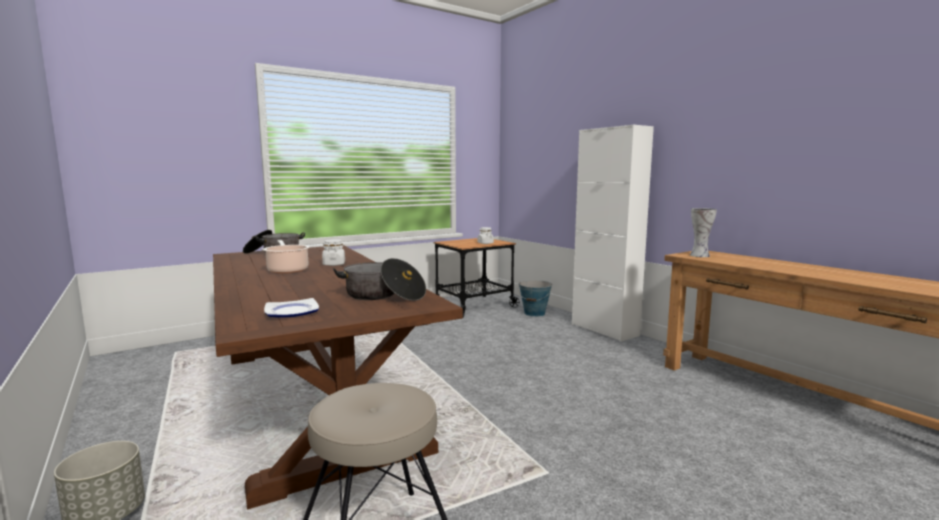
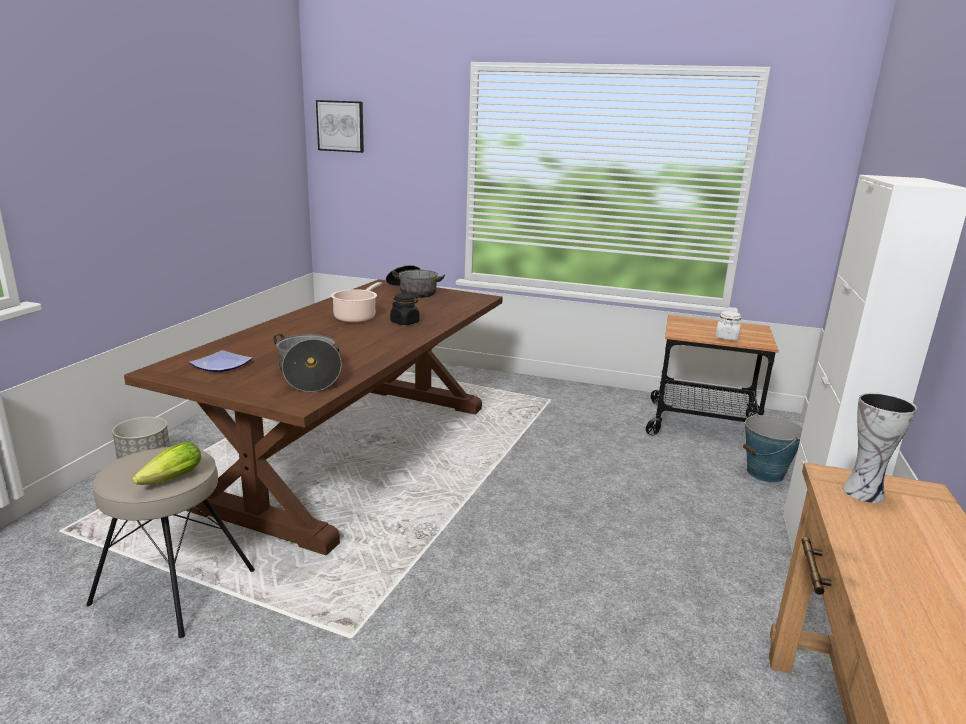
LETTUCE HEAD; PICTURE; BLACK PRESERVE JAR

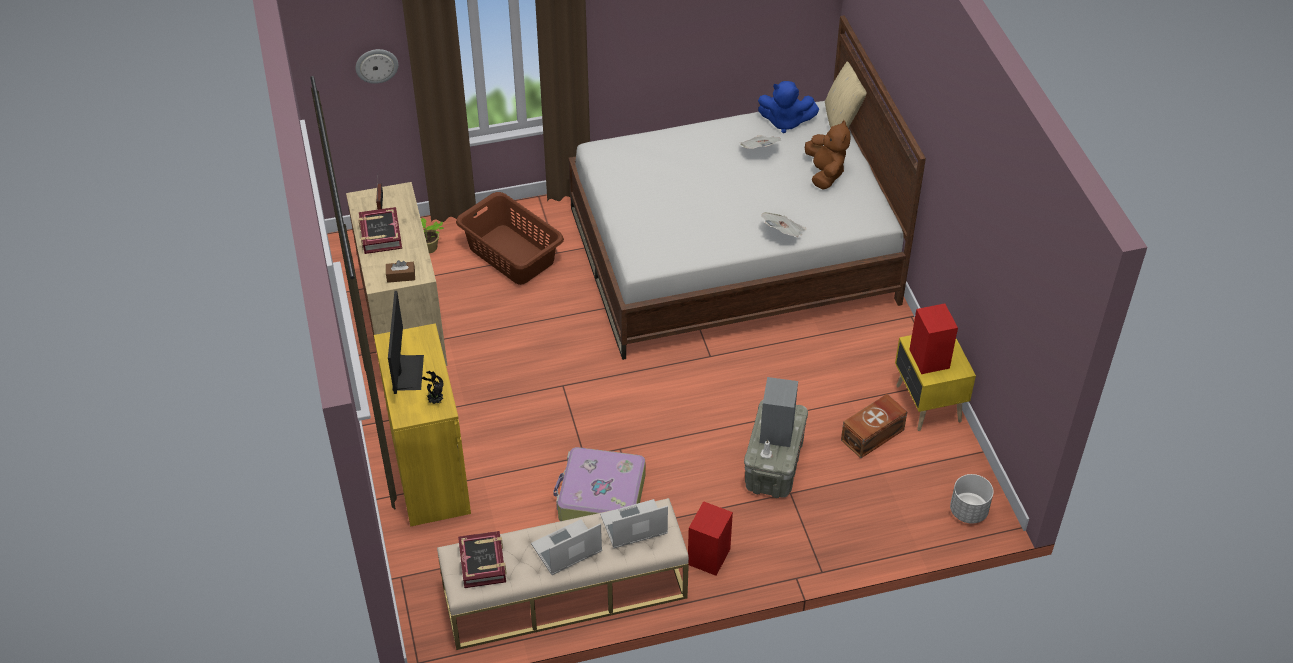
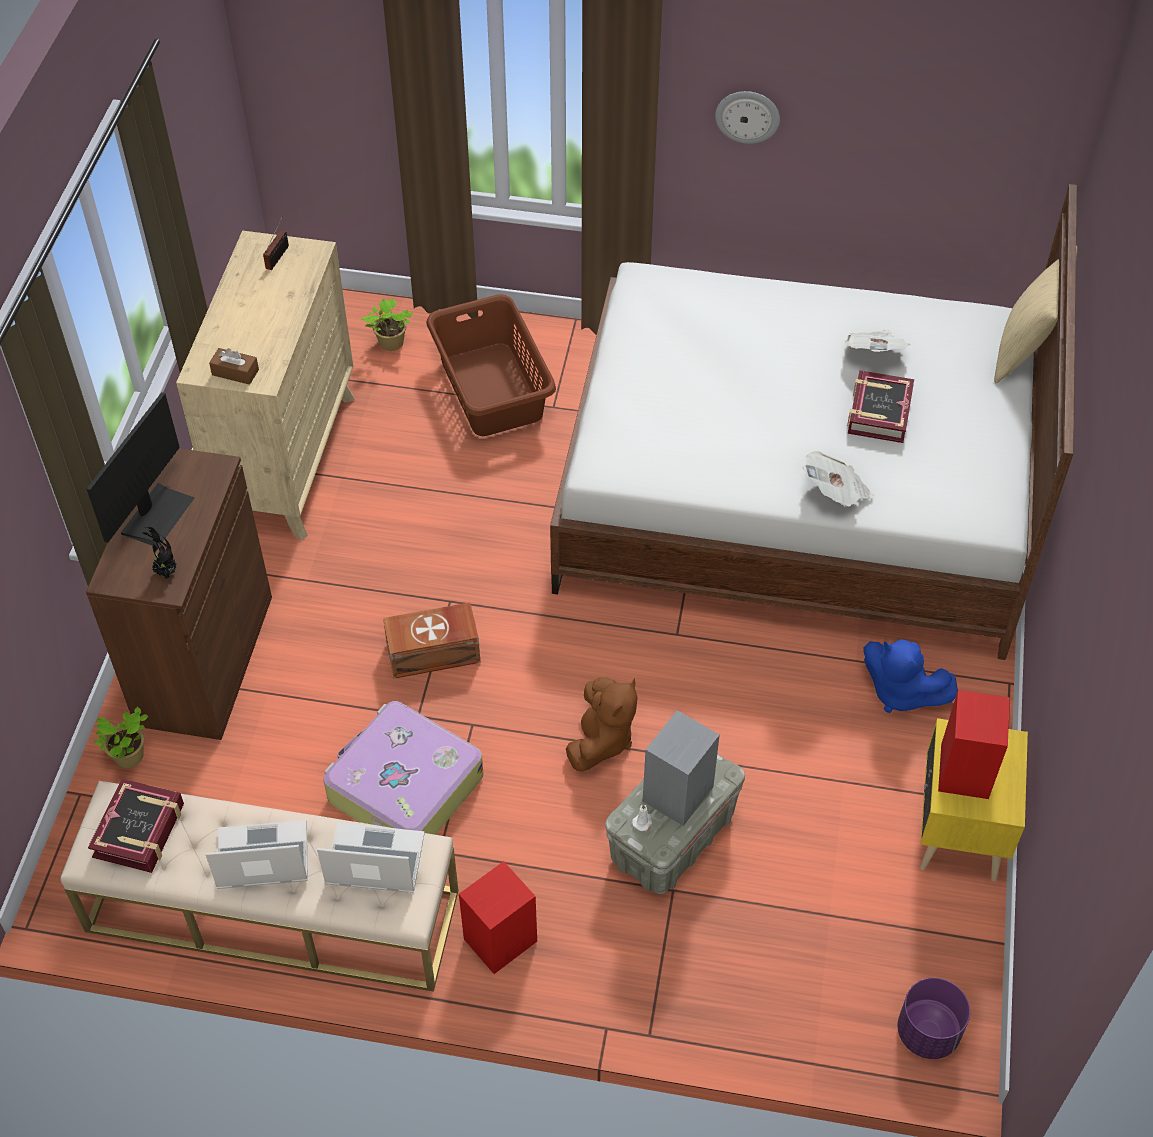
BROWNISH CUPBOARD; PLANT IN A POT (1st from left); BROWNISH STORAGE BIN; BROWNISH SOFT TOY; CLOCK ON THE WALL; VOLUME (2nd from left); BLUE SOFT TOY; PURPLISH FLOWER POT

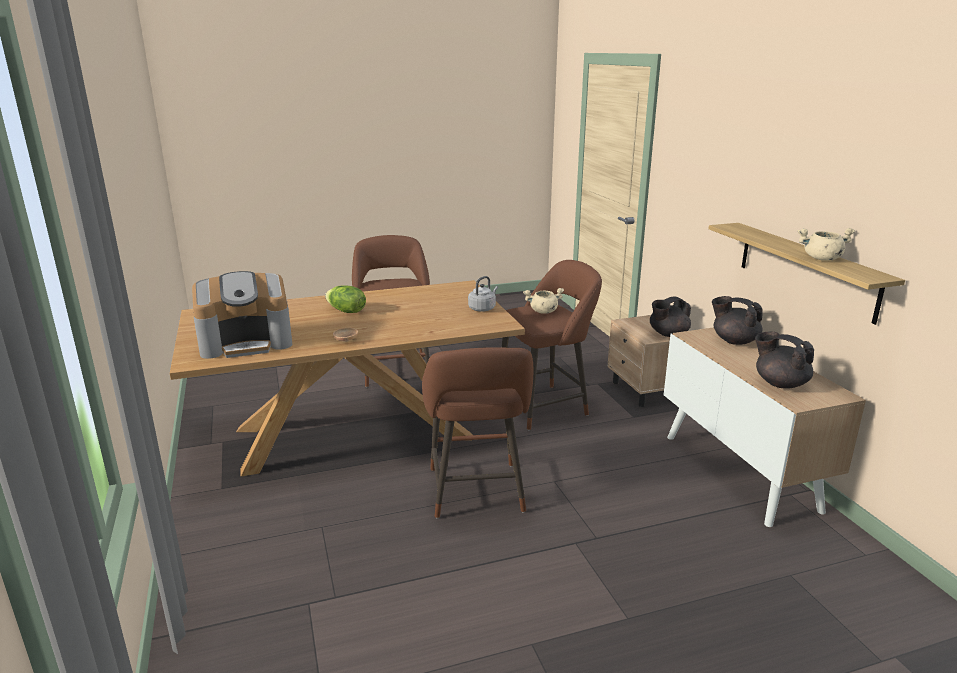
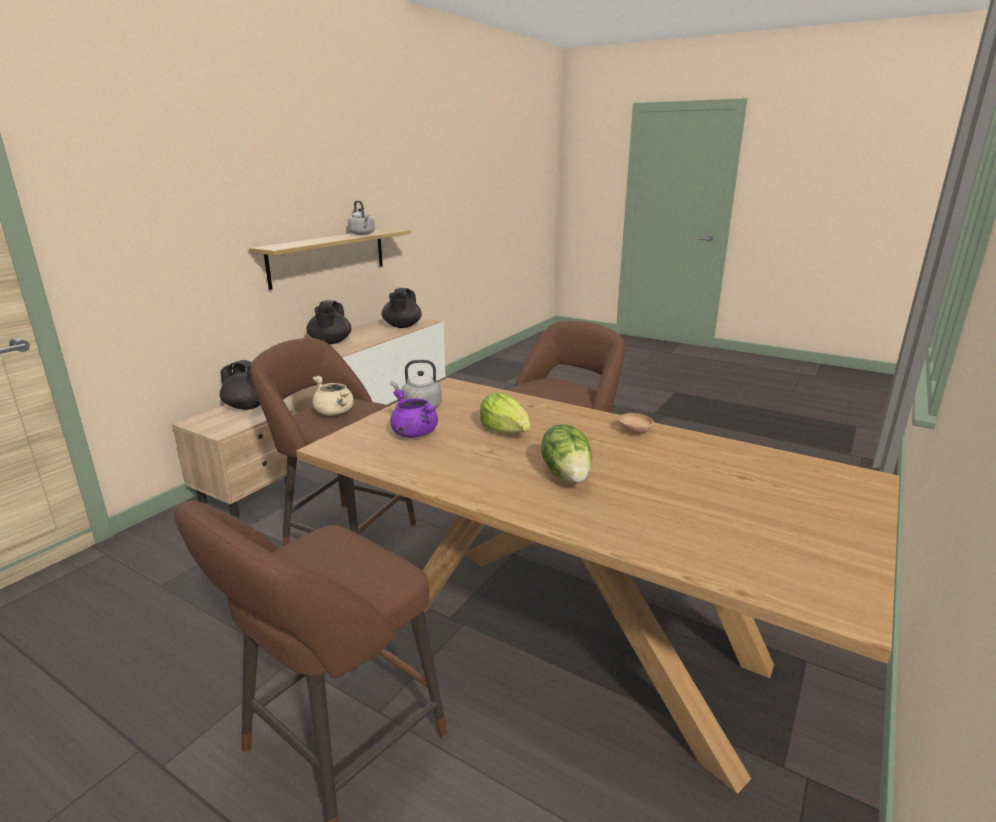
GREY TEA KETTLE (1st from left); PURPLISH STOCKPOT; LETTUCE HEAD (1st from left); COFFEE MAKER

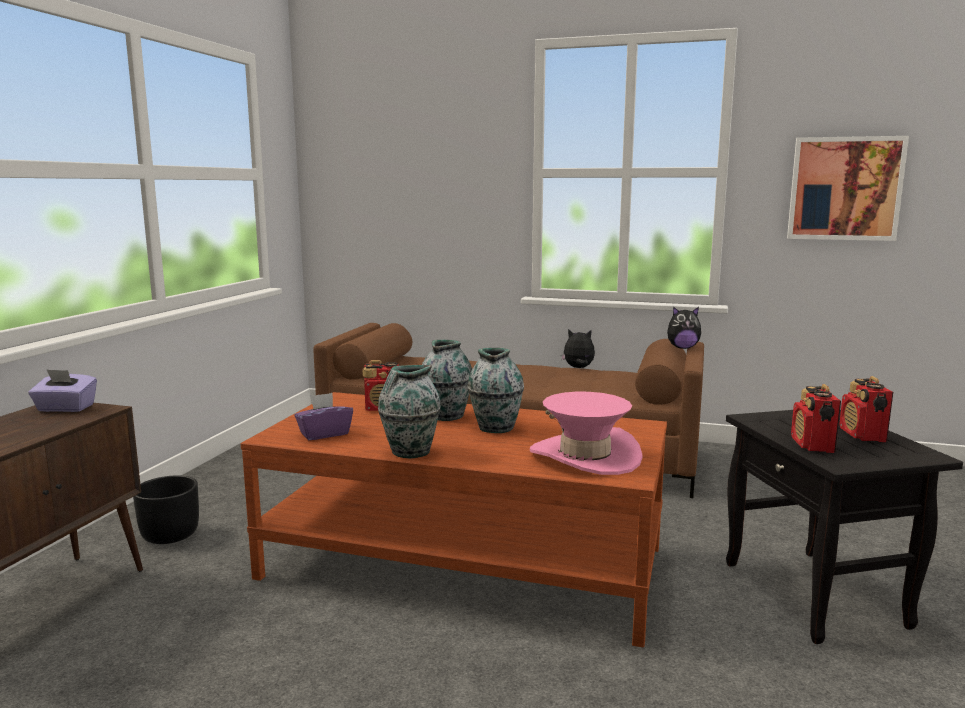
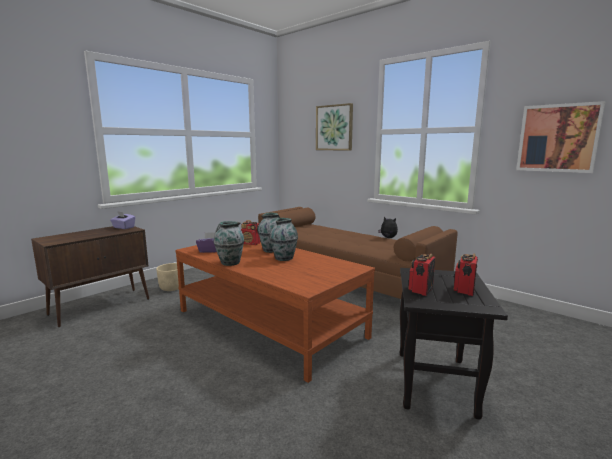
BEIGE FLOWER POT; PICTURE (1st from left); PINKISH CLOTHING HAT; SOFT TOY (2nd from left in the first image)

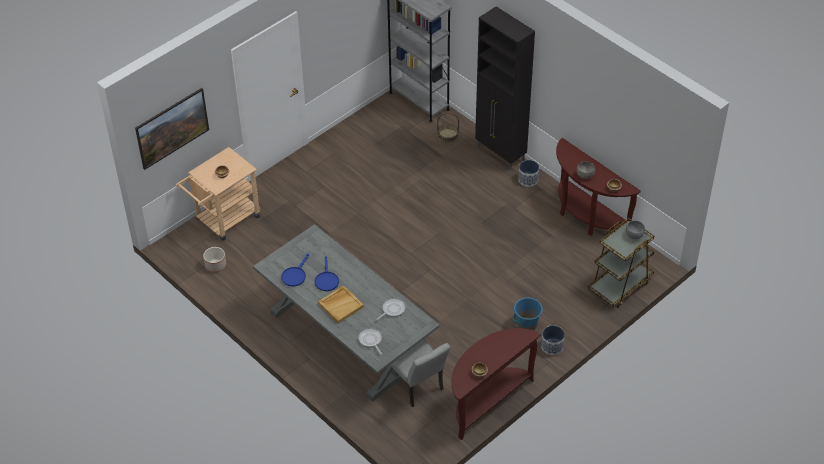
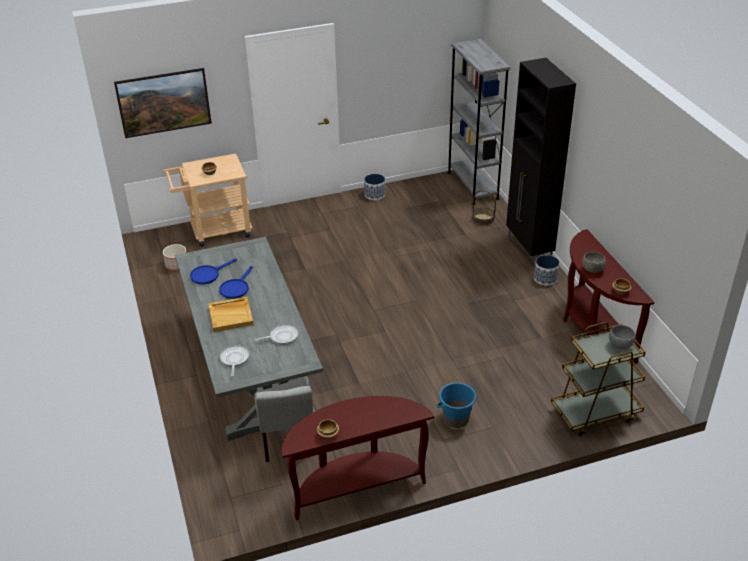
FLOWER POT (2nd from left)

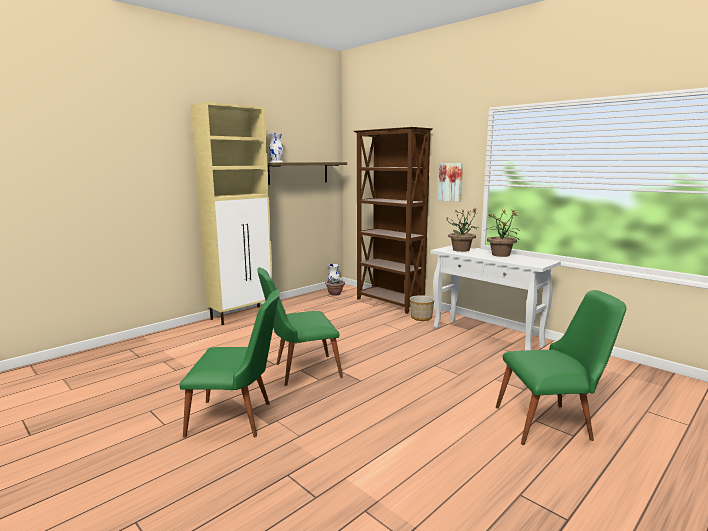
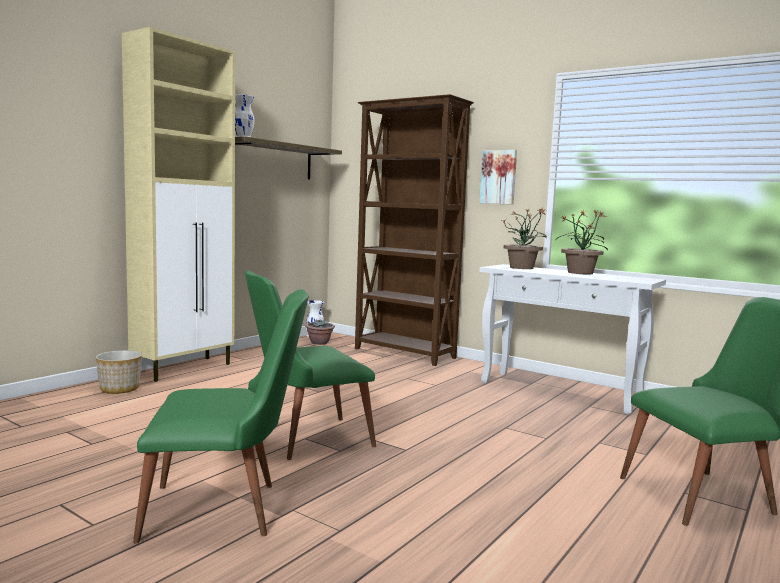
FLOWER POT

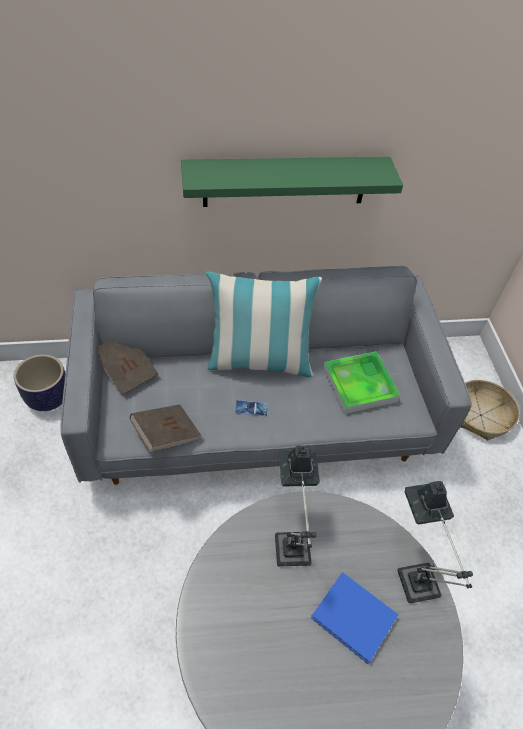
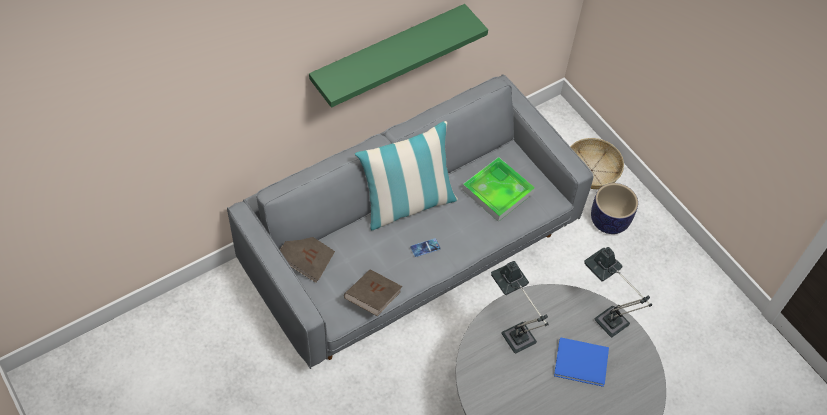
FLOWER POT

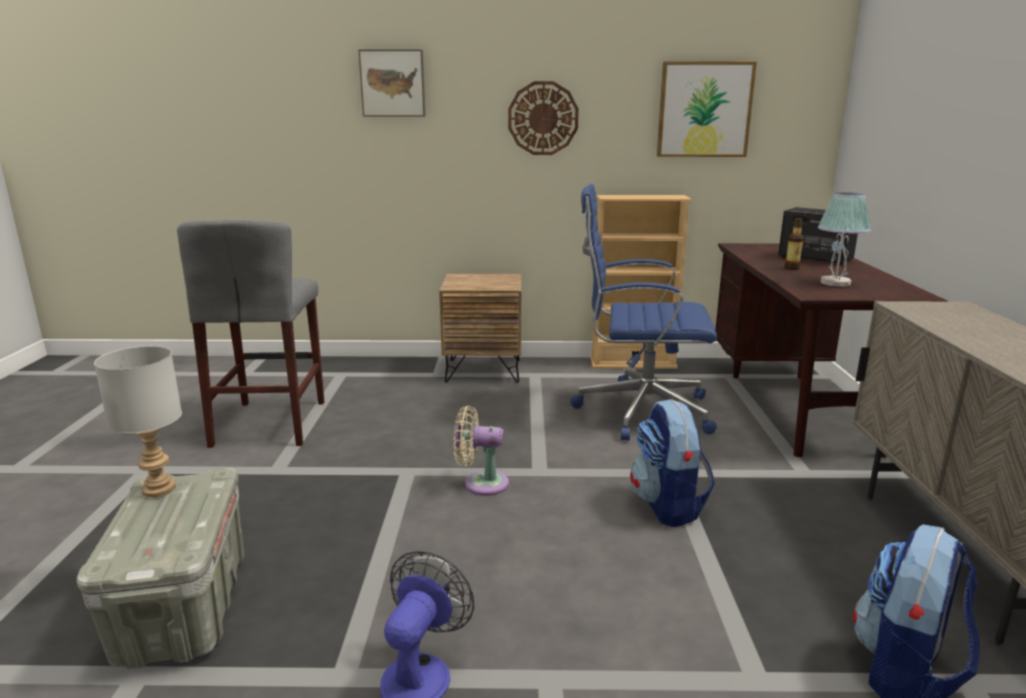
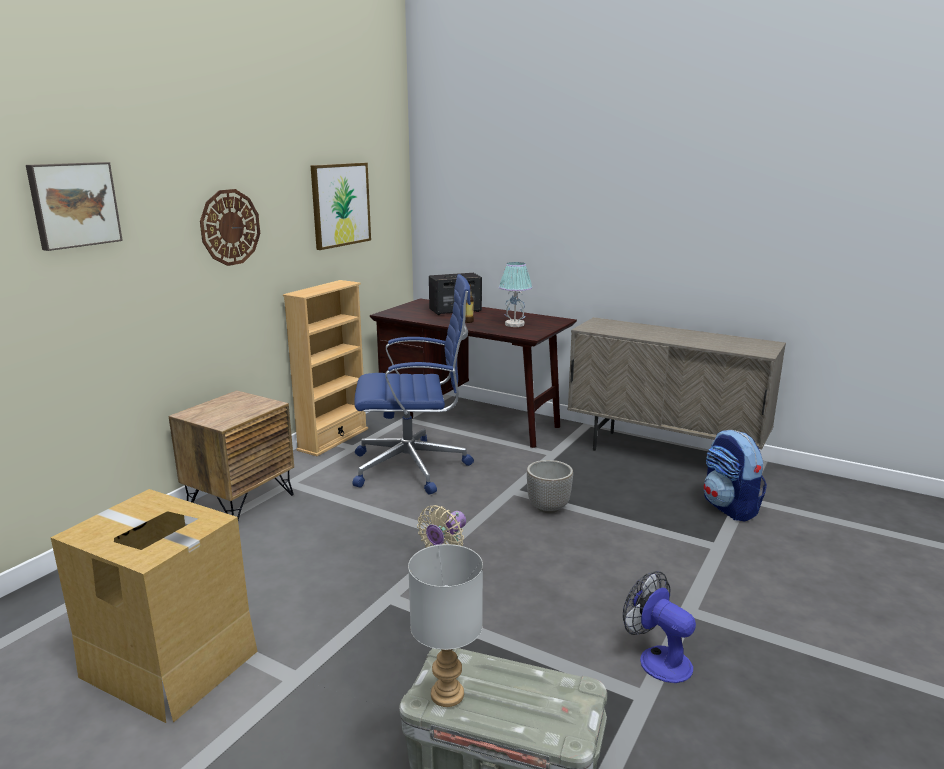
CARDBOARD BOX; BLUE OFFICE CHAIR; FLOWER POT

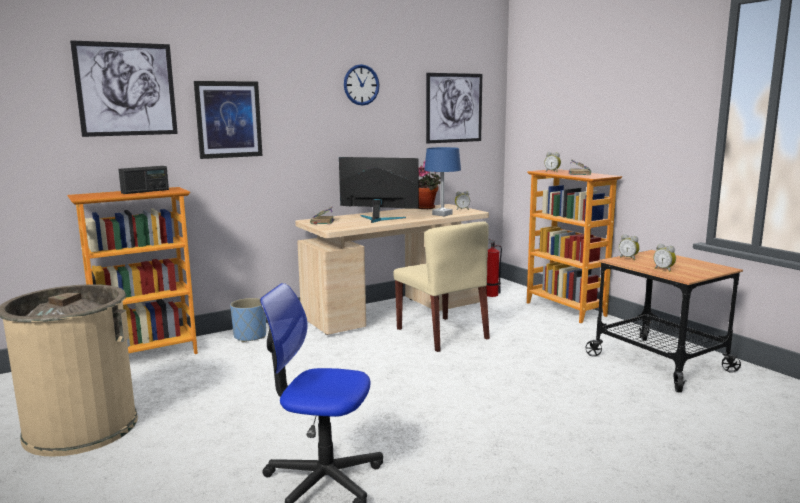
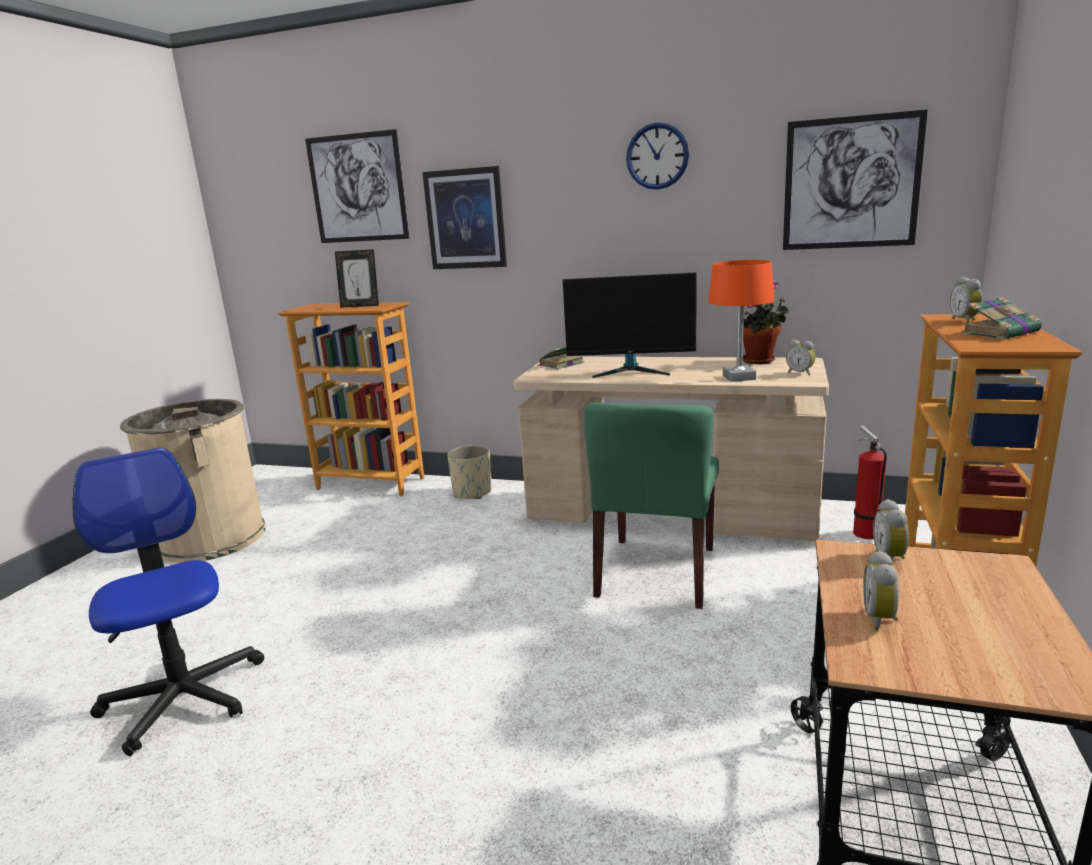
PICTURE FRAME; BEIGE FLOWER POT; MONITOR; GREEN-COLOURED CHAIR; ORANGEY LAMP FOR A TABLE

